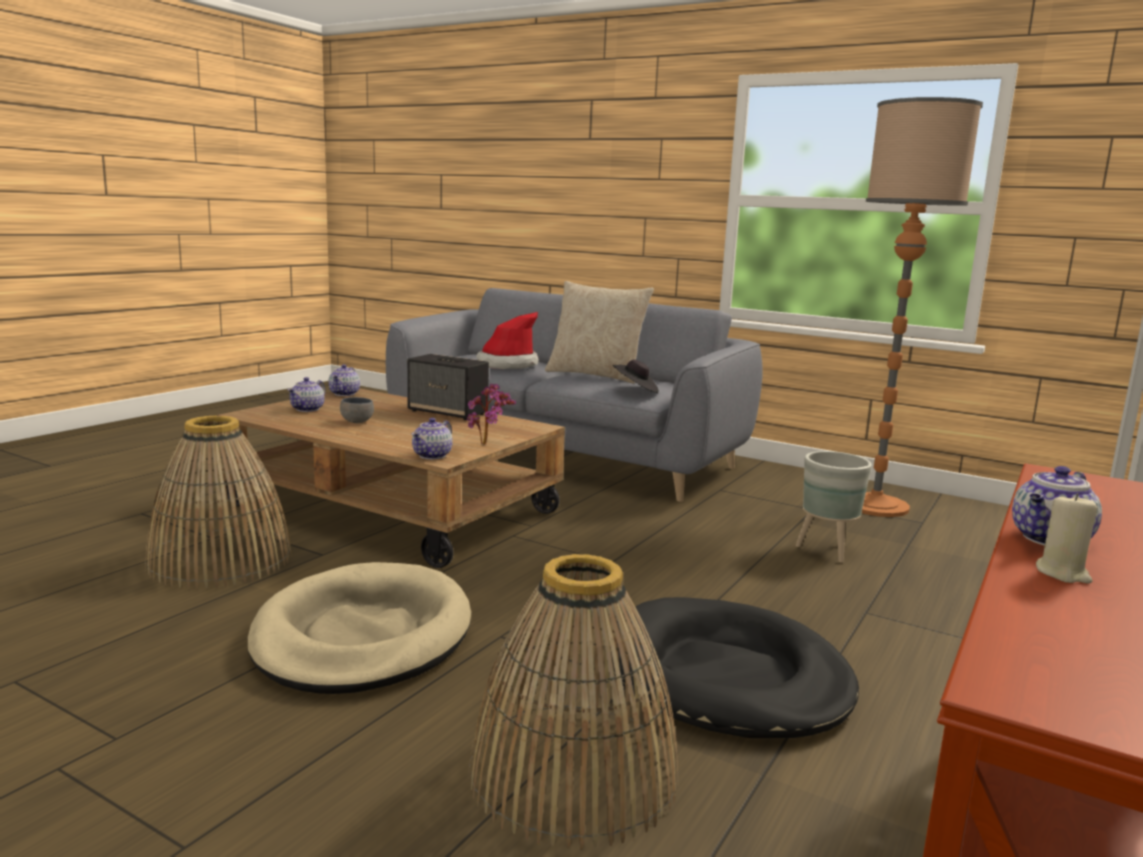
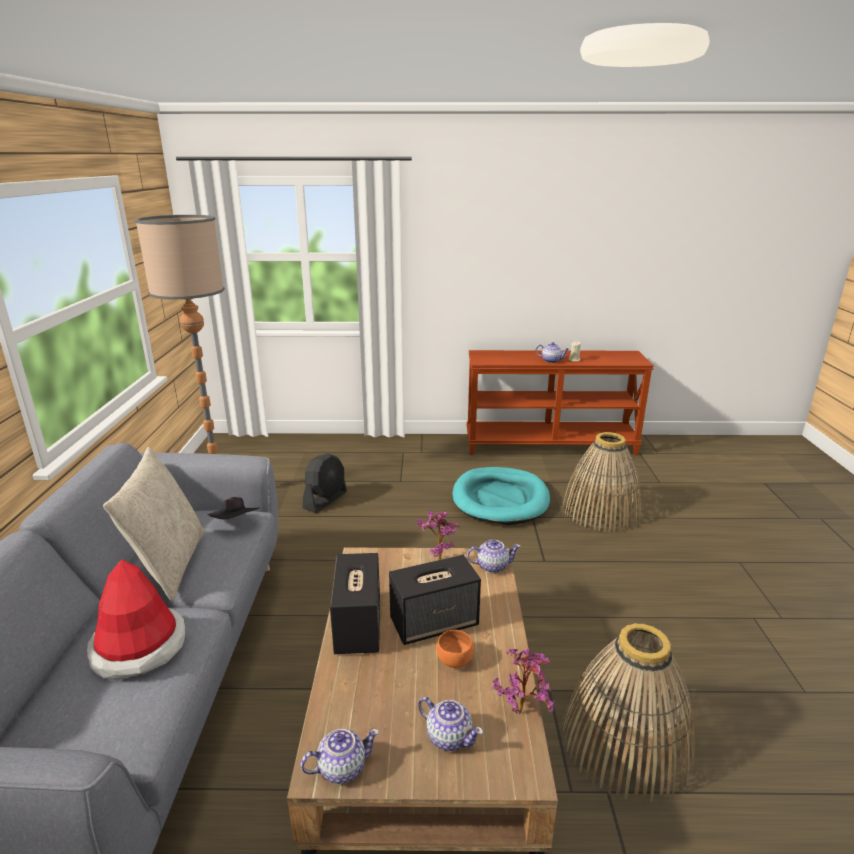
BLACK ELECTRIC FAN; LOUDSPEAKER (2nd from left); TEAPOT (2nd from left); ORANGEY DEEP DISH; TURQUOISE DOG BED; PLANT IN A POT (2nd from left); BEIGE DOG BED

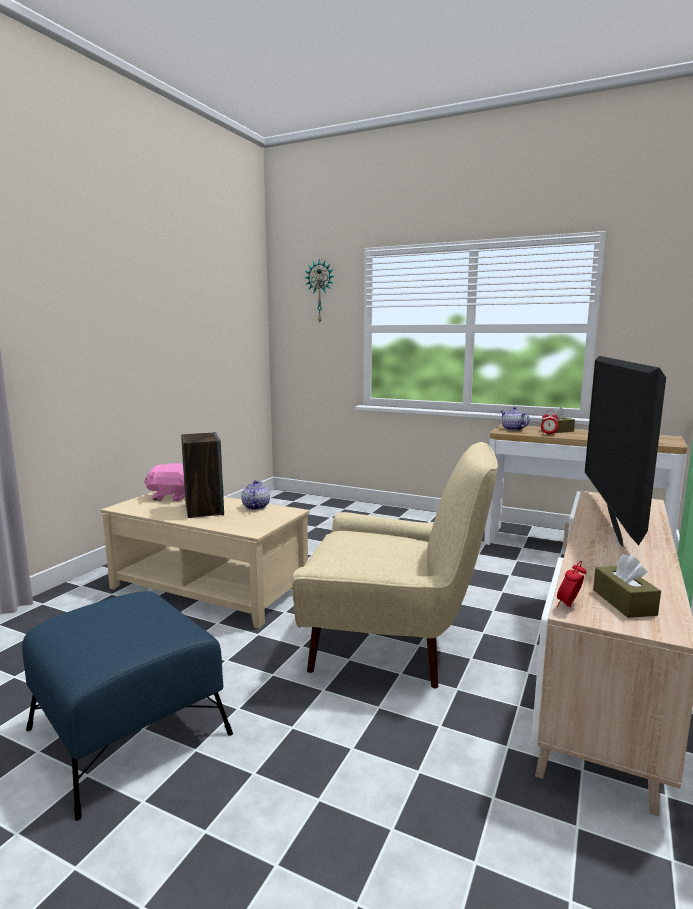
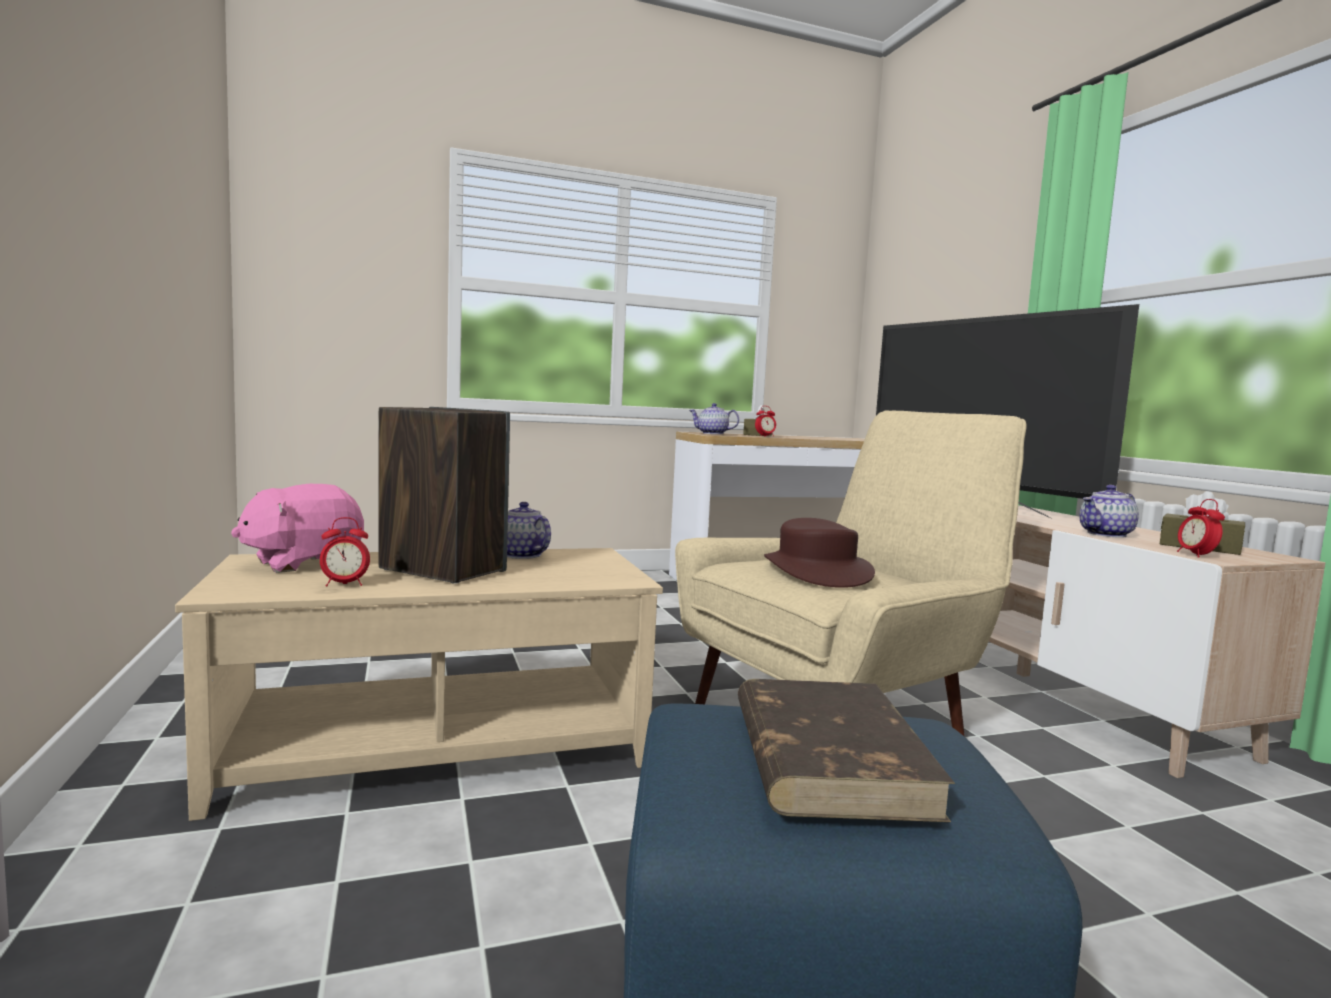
TABLE CLOCK (1st from left); BROWNISH VOLUME; BROWNISH CLOTHING HAT; TEAPOT (3rd from left); CLOCK ON THE WALL

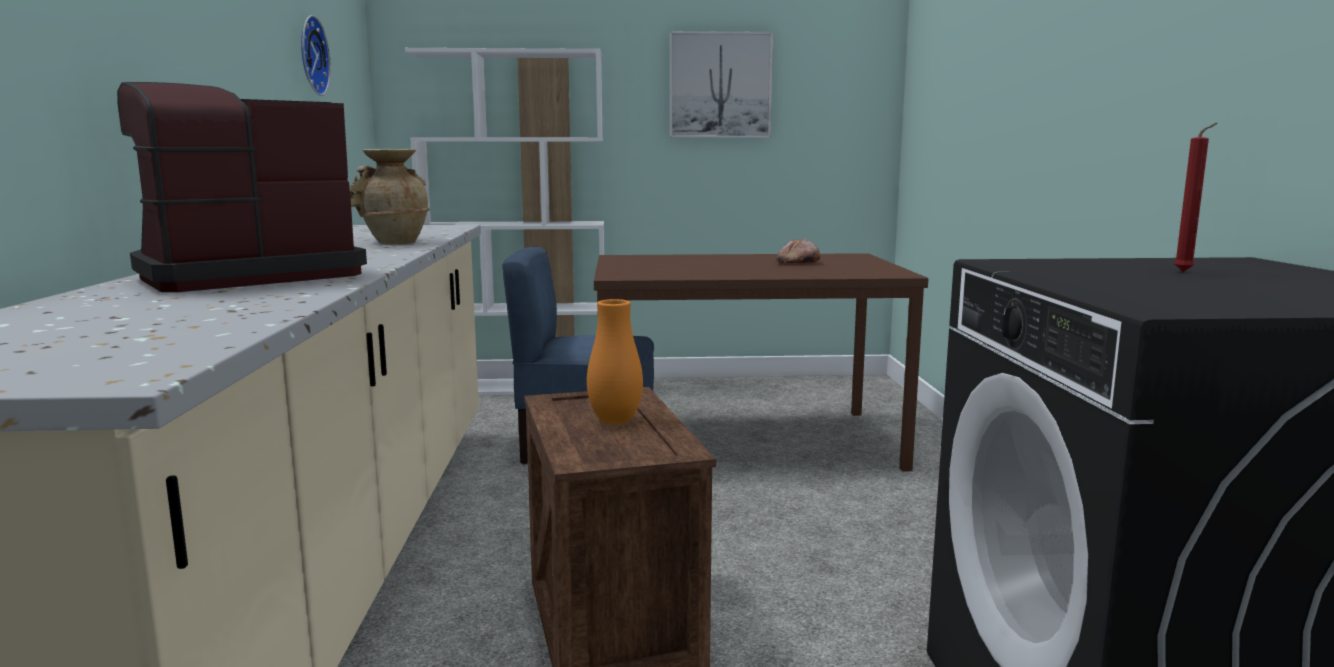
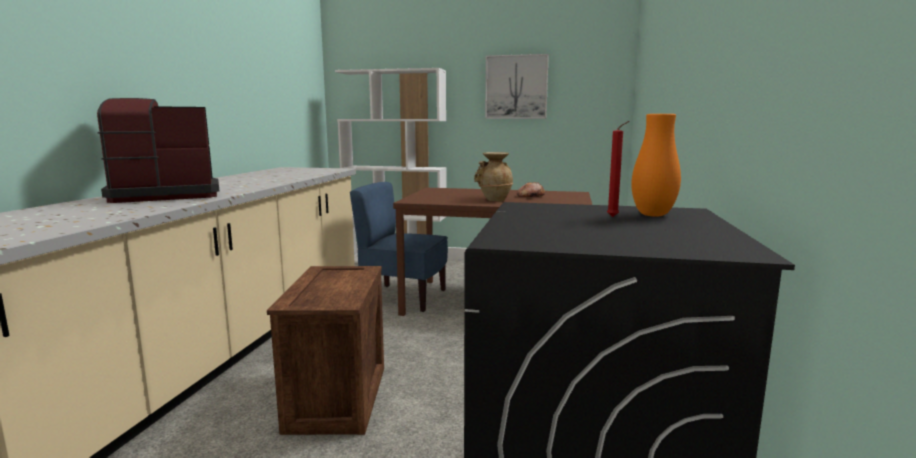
BEIGE VASE; ORANGEY VASE; CLOCK ON THE WALL

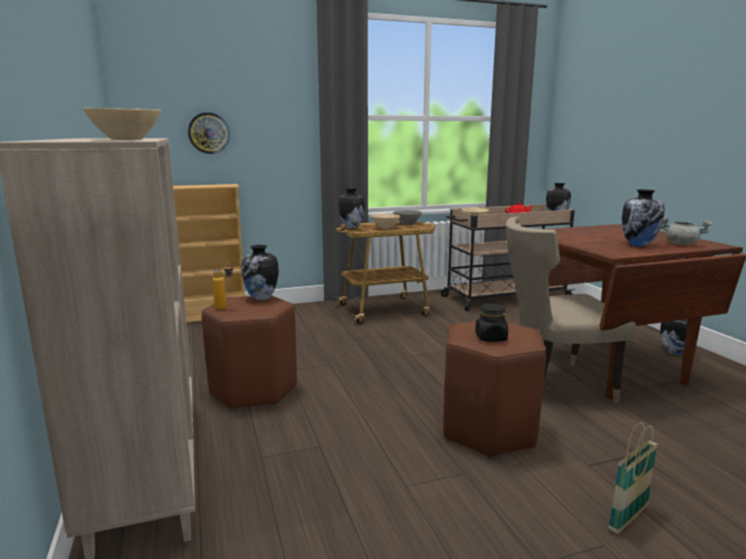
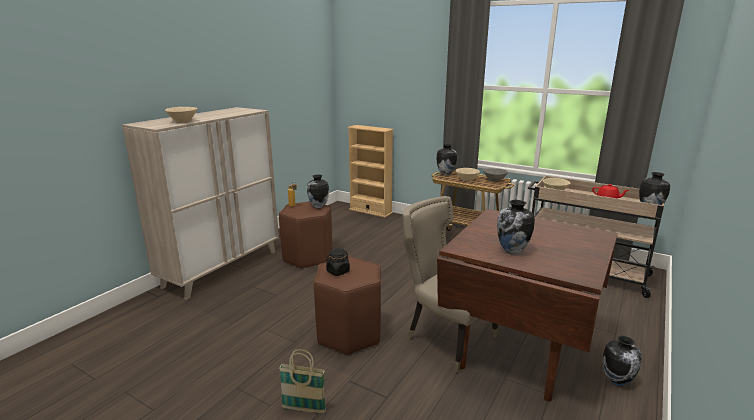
CLOCK ON THE WALL; GREY STOCKPOT

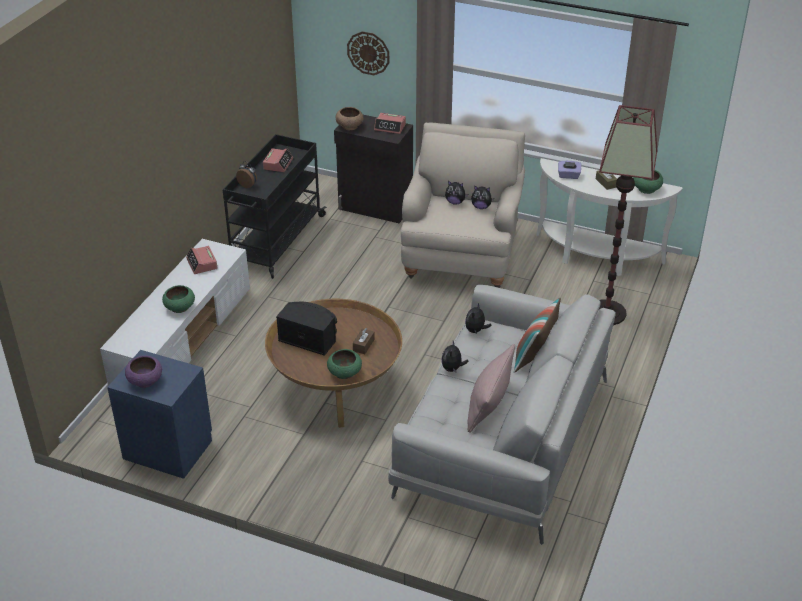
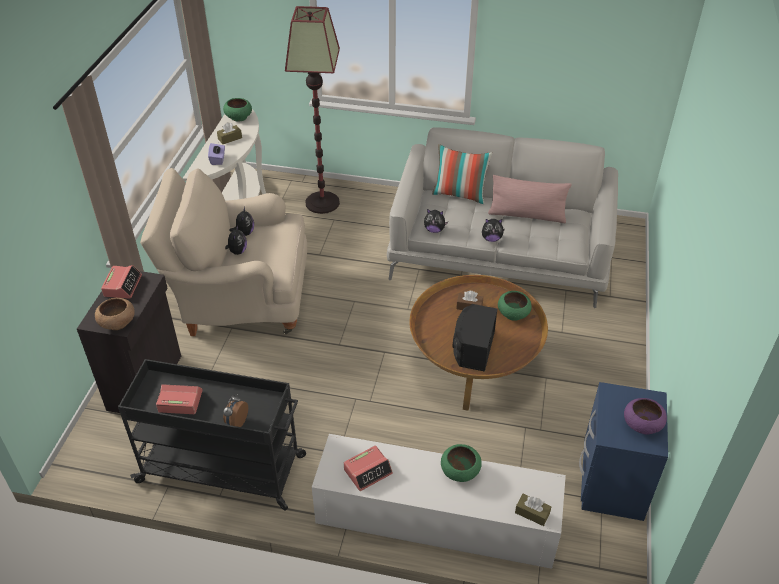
BROWNISH BOX OF TISSUES (3rd from left); CLOCK ON THE WALL

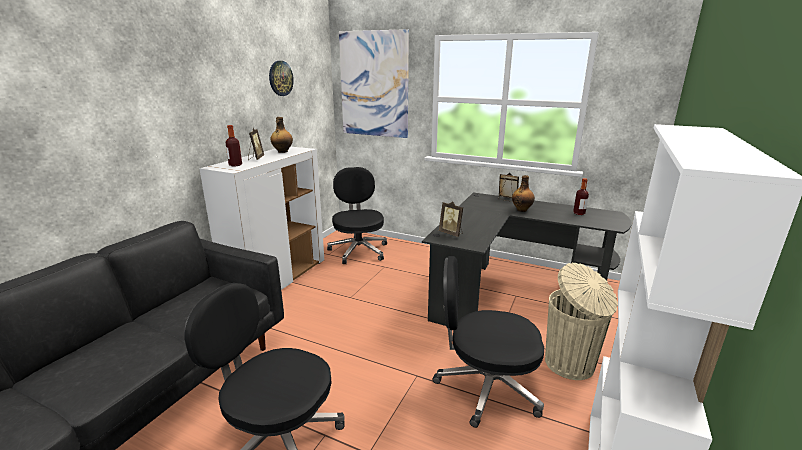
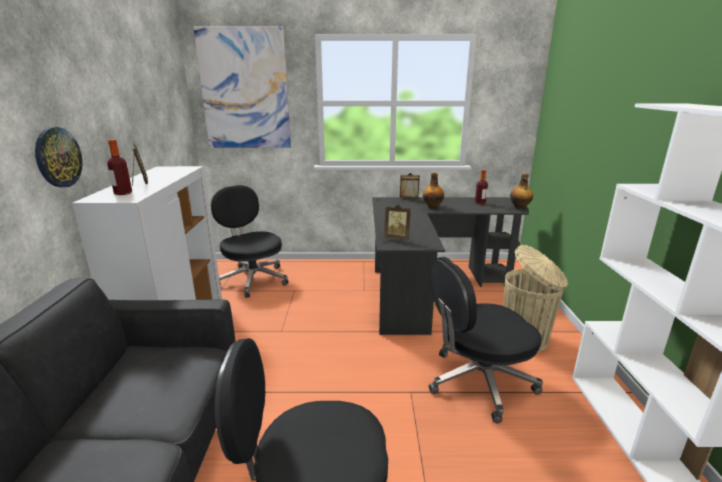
CLOCK ON THE WALL; BOTTLE (4th from left)

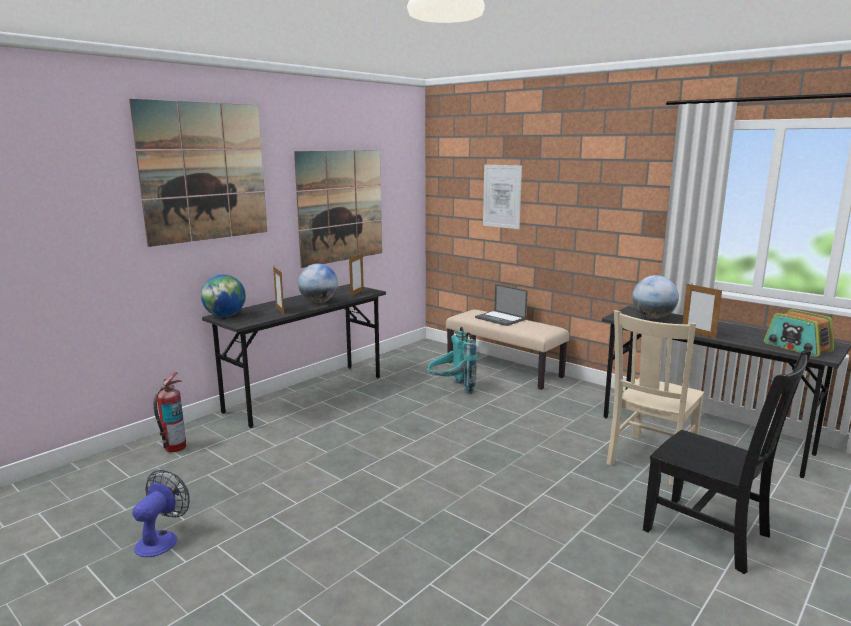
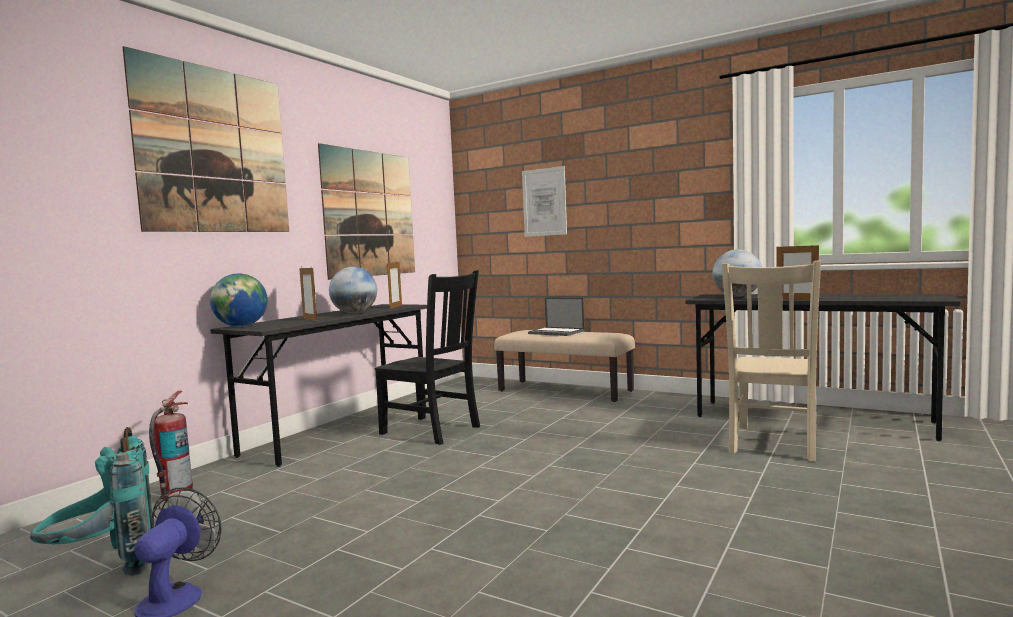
TURQUOISE KNAPSACK; BLACK CHAIR; RADIO

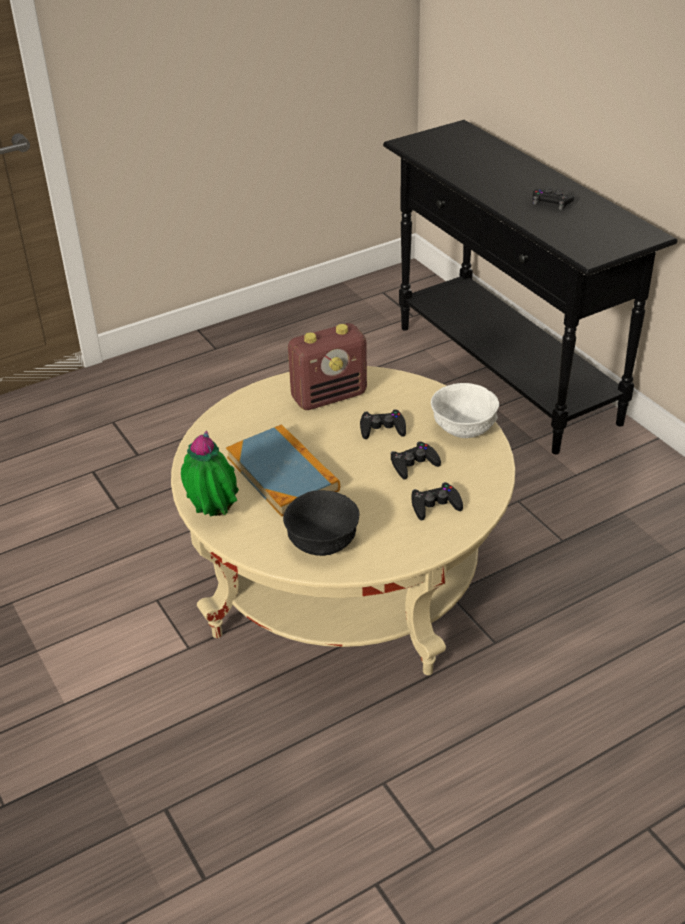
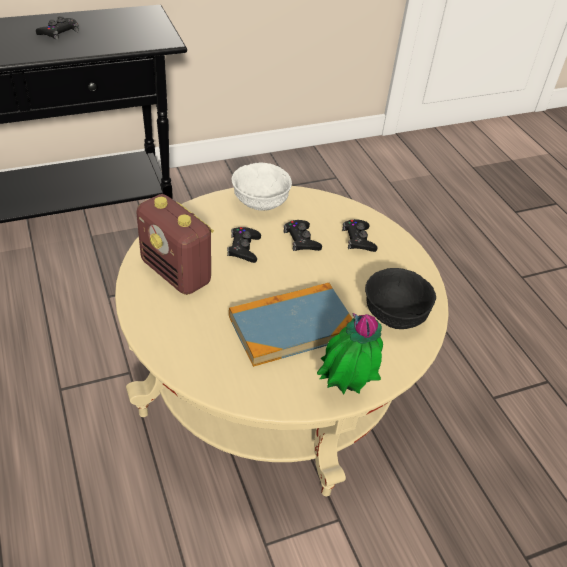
RADIO

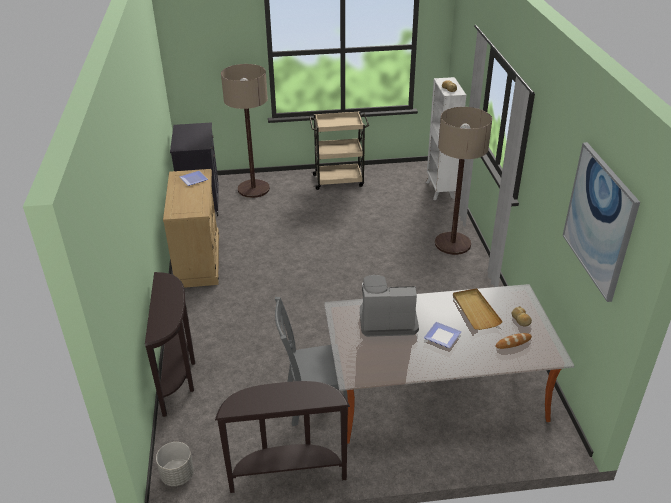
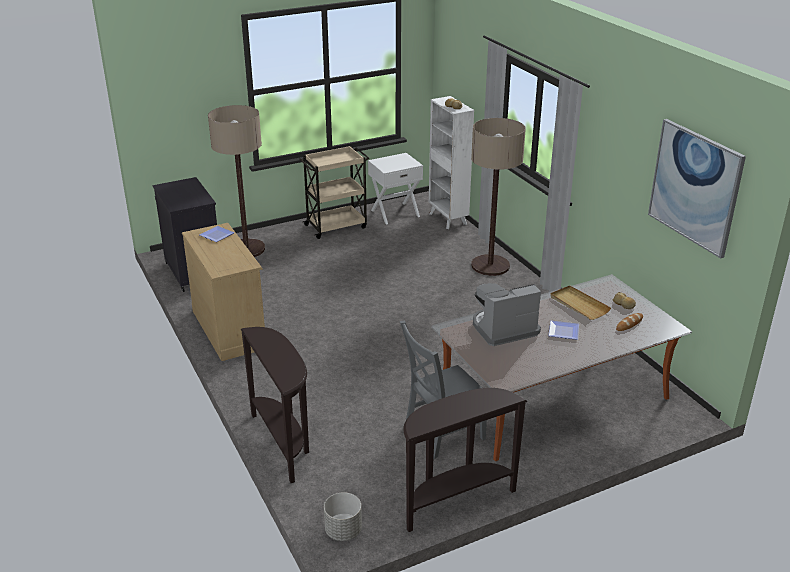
WHITE-COLOURED BEDSIDE TABLE

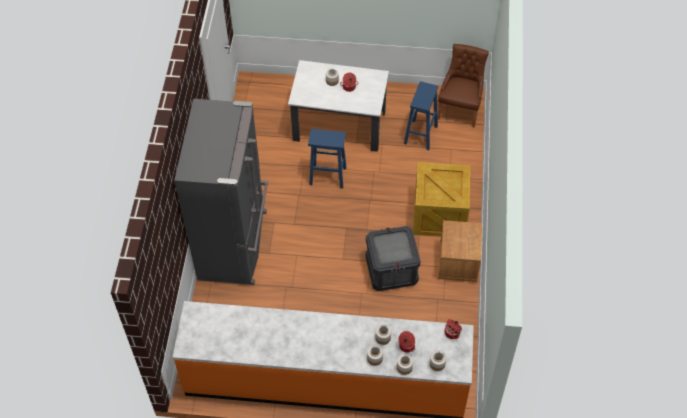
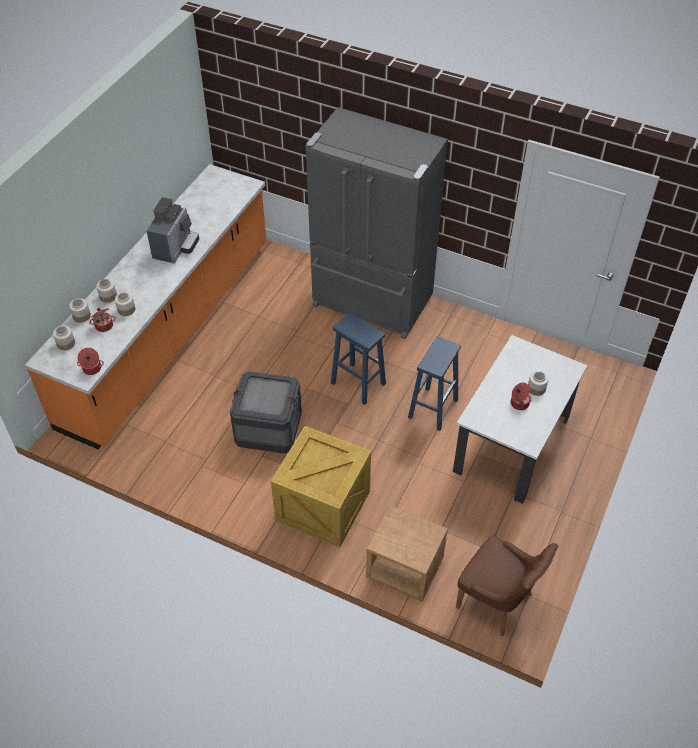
COFFEE MAKER; BLUE STOOL (1st from left); BROWNISH BEDSIDE TABLE

